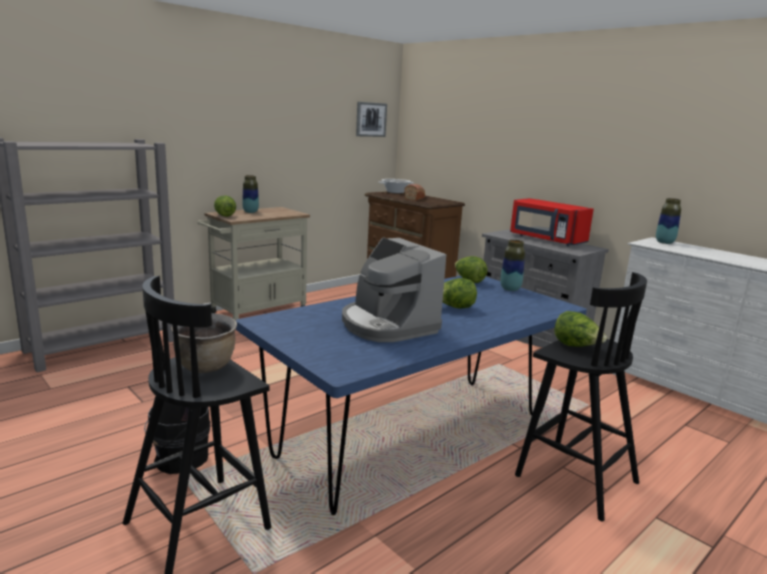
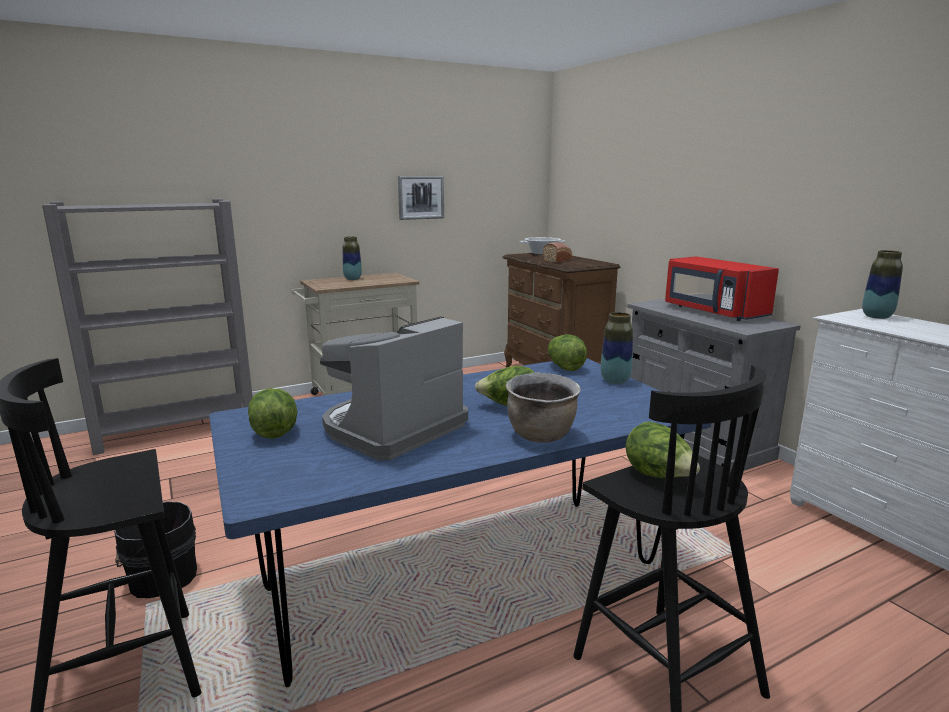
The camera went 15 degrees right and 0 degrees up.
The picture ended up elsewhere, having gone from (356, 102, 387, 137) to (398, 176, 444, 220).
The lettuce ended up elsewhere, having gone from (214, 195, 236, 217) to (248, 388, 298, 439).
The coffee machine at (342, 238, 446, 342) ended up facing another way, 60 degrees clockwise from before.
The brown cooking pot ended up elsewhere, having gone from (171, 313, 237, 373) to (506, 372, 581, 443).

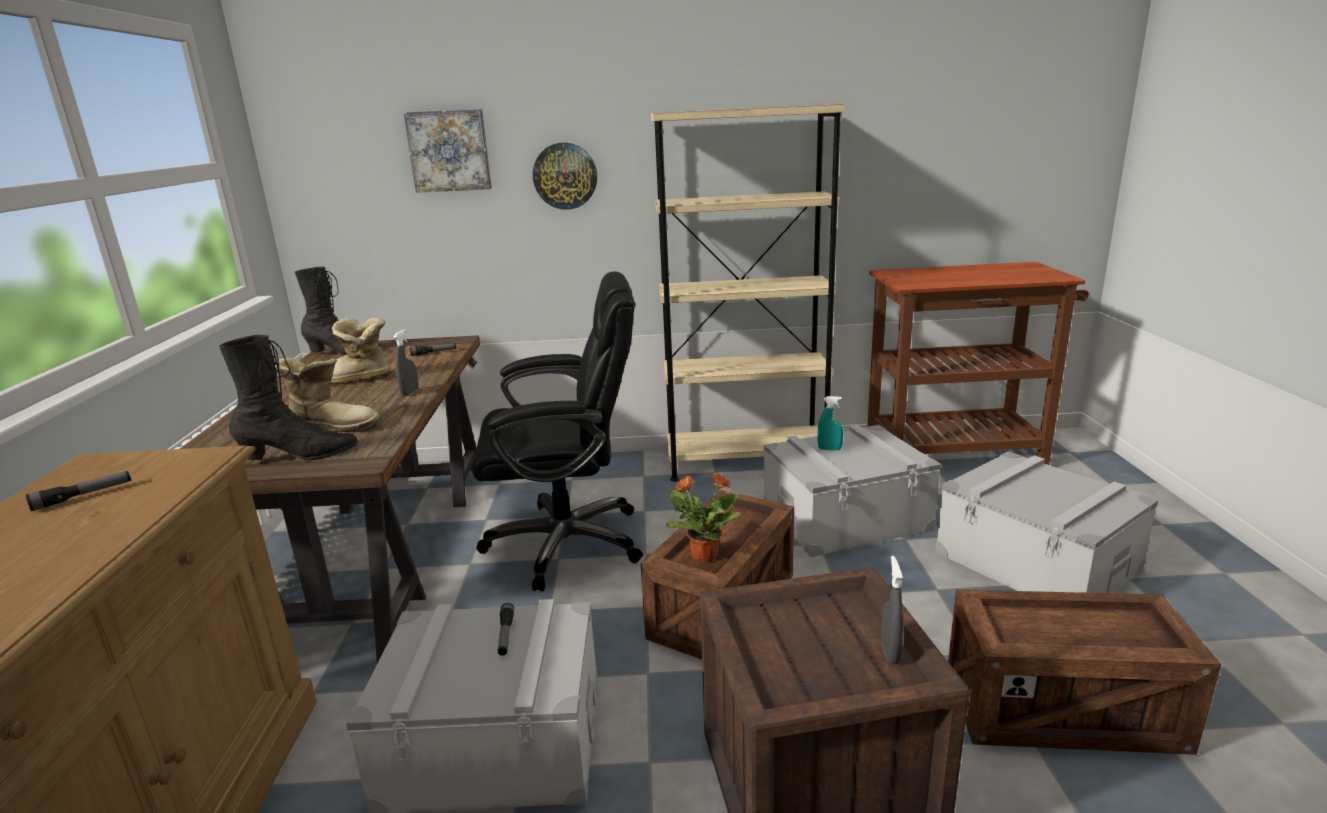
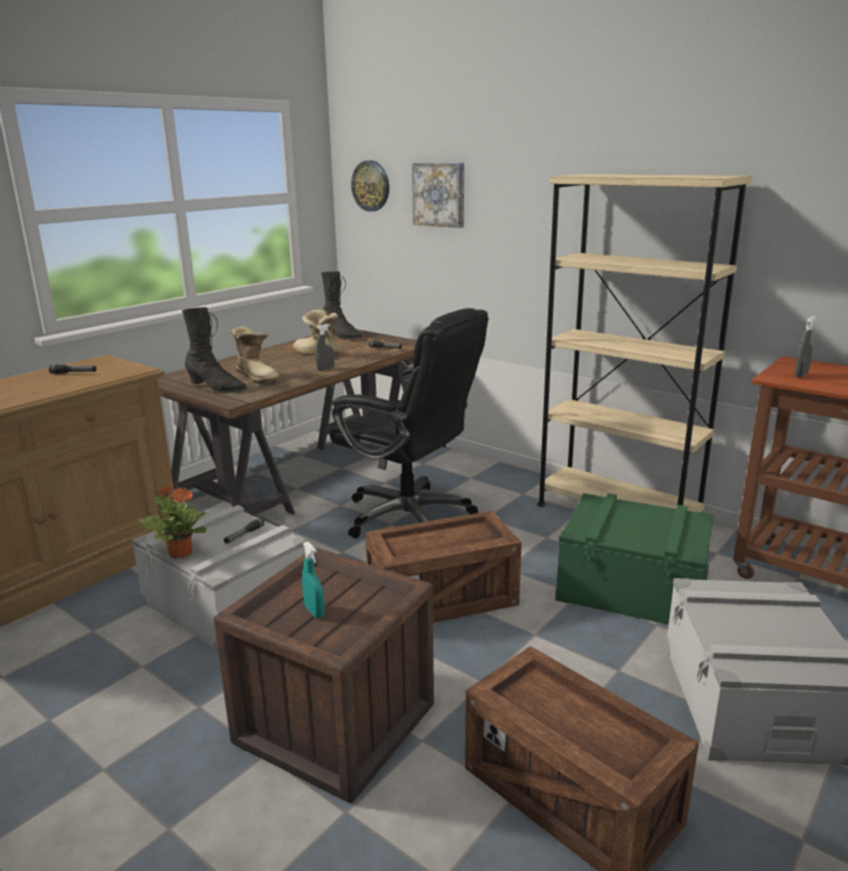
The camera went 40 degrees right and 0 degrees up.
The wall clock ended up elsewhere, having gone from (533, 143, 597, 210) to (351, 161, 389, 212).
The turquoise spray bottle ended up elsewhere, having gone from (817, 396, 843, 451) to (302, 541, 324, 618).
What was the grey storage box at (764, 425, 941, 557) turned into the green storage box at (555, 493, 714, 625).
The potted plant ended up elsewhere, having gone from (666, 472, 741, 562) to (139, 483, 208, 559).
The grey spray bottle ended up elsewhere, having gone from (881, 556, 904, 664) to (795, 316, 816, 378).

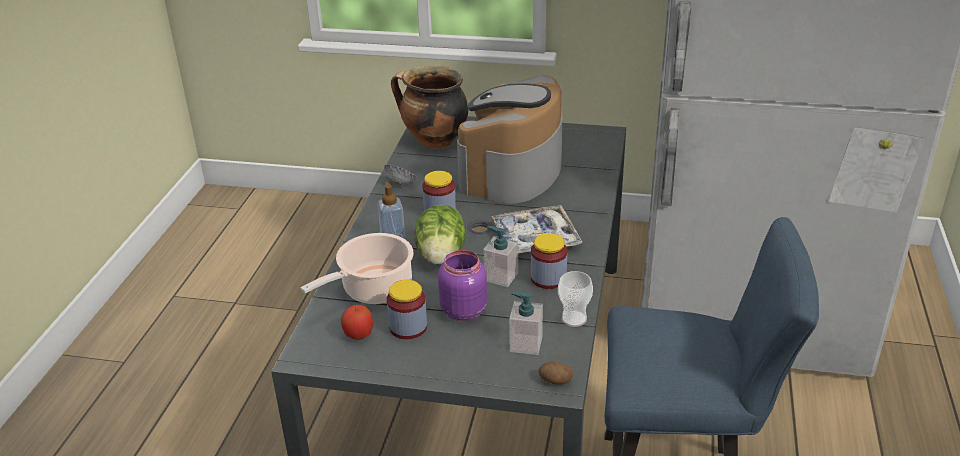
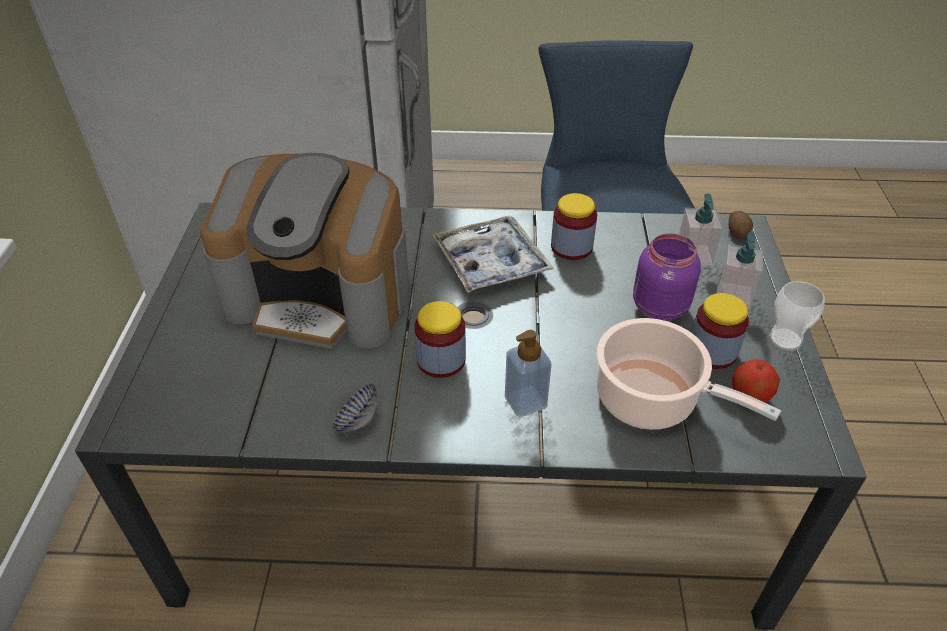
The camera went 100 degrees left and 10 degrees up.
The second view lost the cooking pot at (391, 66, 469, 148).
The second view lost the lettuce at (414, 205, 466, 265).
The soap dispenser ended up elsewhere, having gone from (483, 226, 518, 287) to (717, 232, 763, 308).
The cup ended up elsewhere, having gone from (558, 271, 593, 327) to (769, 281, 825, 351).

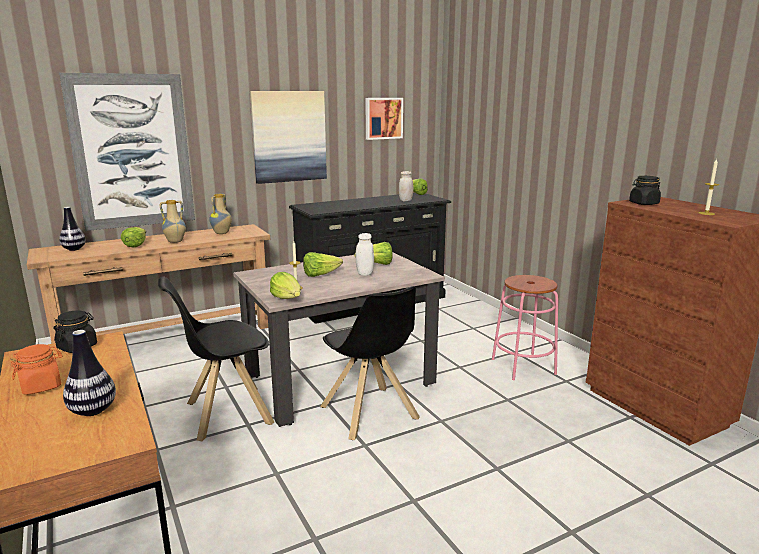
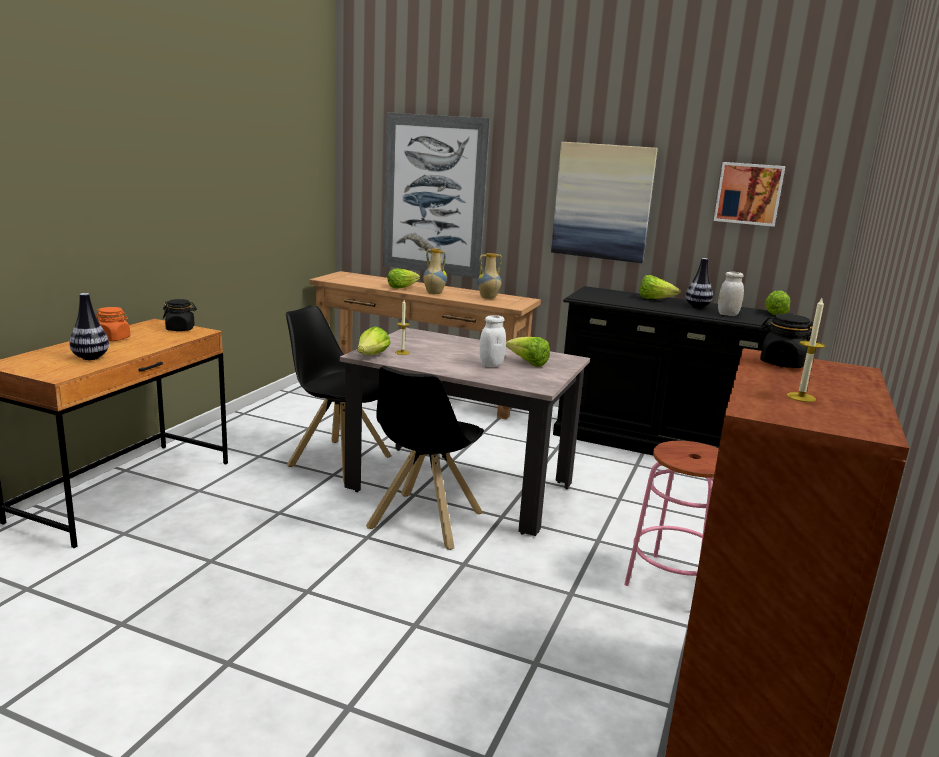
The camera went 50 degrees right and 0 degrees up.
The vase ended up elsewhere, having gone from (59, 207, 86, 251) to (685, 258, 713, 308).
The lettuce ended up elsewhere, having gone from (303, 252, 343, 277) to (640, 275, 681, 299).

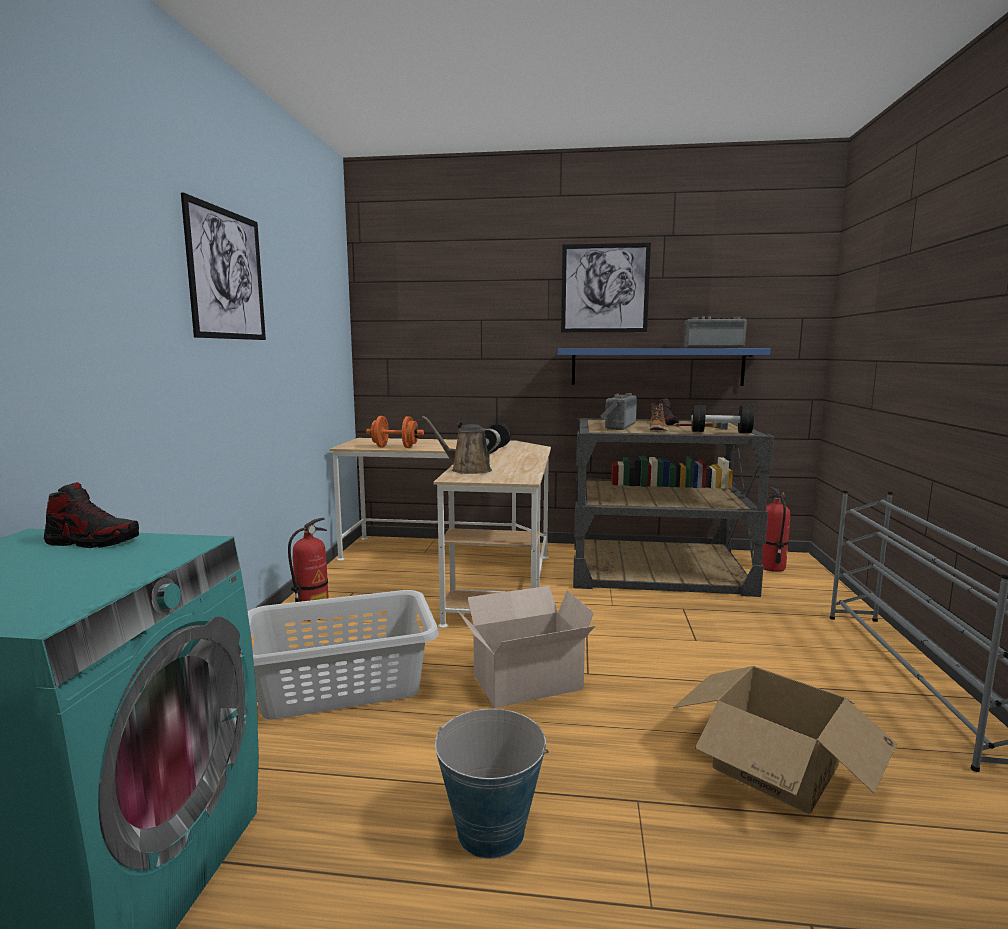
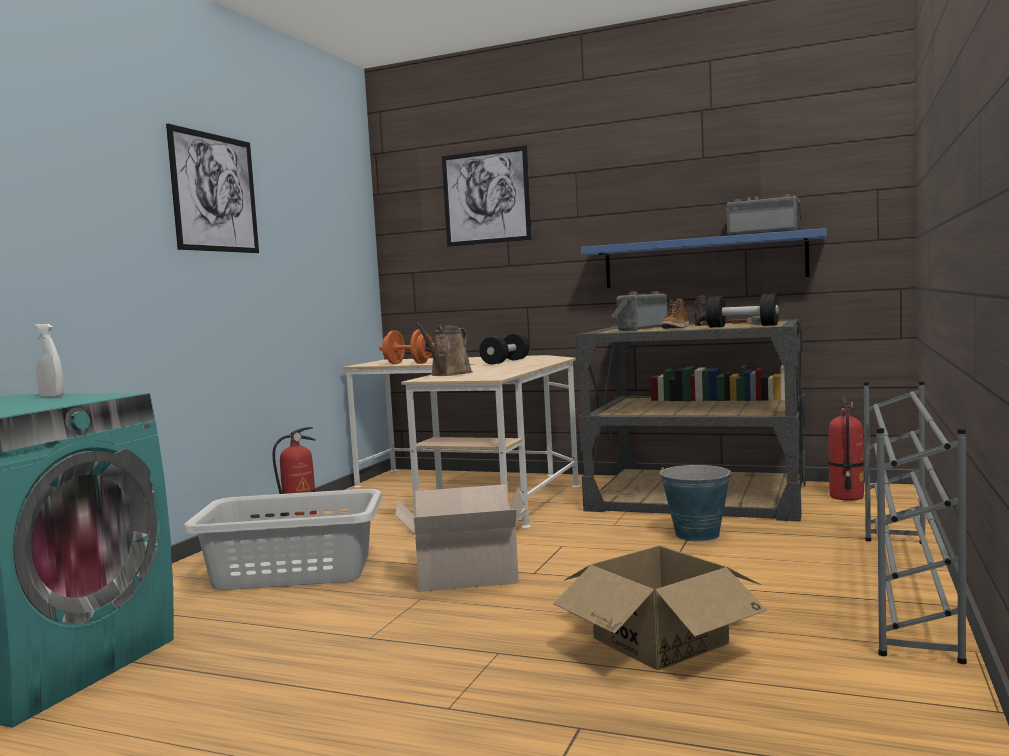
The camera went 15 degrees right and 5 degrees down.
The picture ended up elsewhere, having gone from (561, 243, 651, 332) to (442, 145, 532, 247).
The brown watering can at (422, 416, 501, 474) ended up facing another way, 105 degrees counterclockwise from before.
Where the shoe stood at (44, 482, 139, 548), the white spray bottle came to stand at (34, 324, 64, 397).
The bucket ended up elsewhere, having gone from (435, 709, 549, 859) to (660, 465, 733, 542).

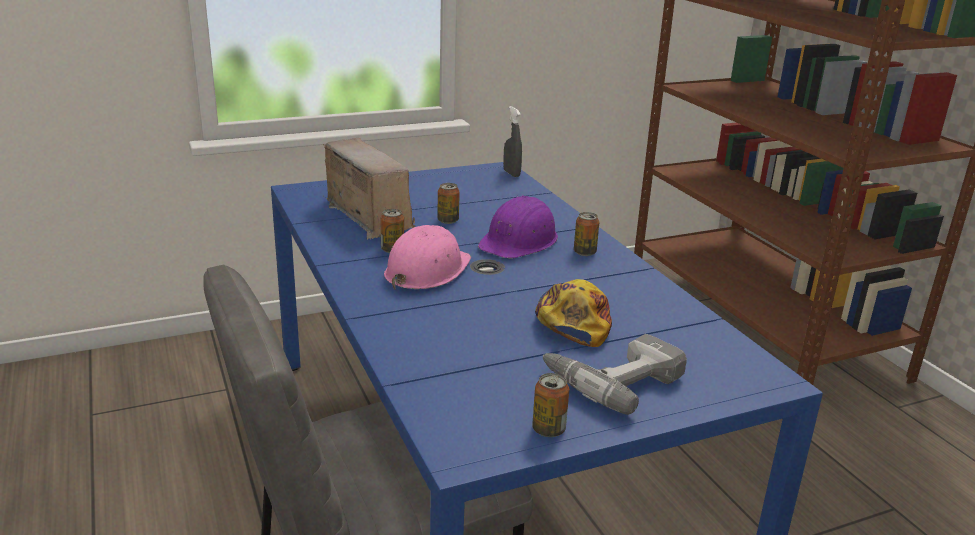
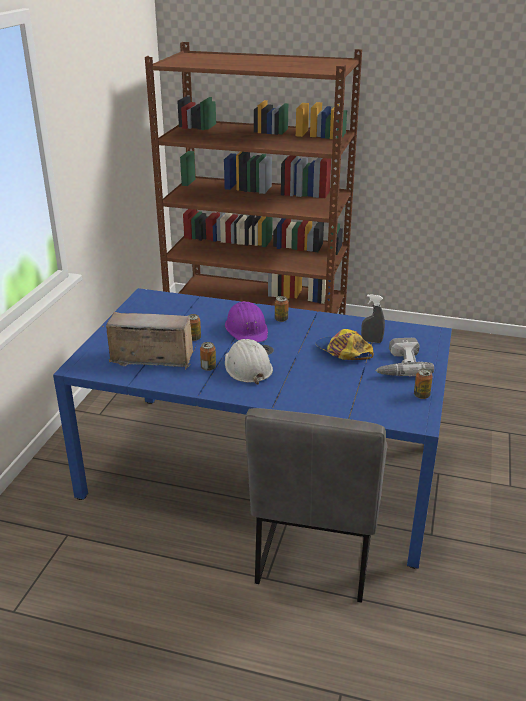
The camera went 50 degrees left and 5 degrees up.
The grey spray bottle ended up elsewhere, having gone from (503, 106, 522, 177) to (361, 294, 385, 343).
What was the pink hard hat at (384, 225, 471, 290) turned into the white hard hat at (225, 339, 273, 384).

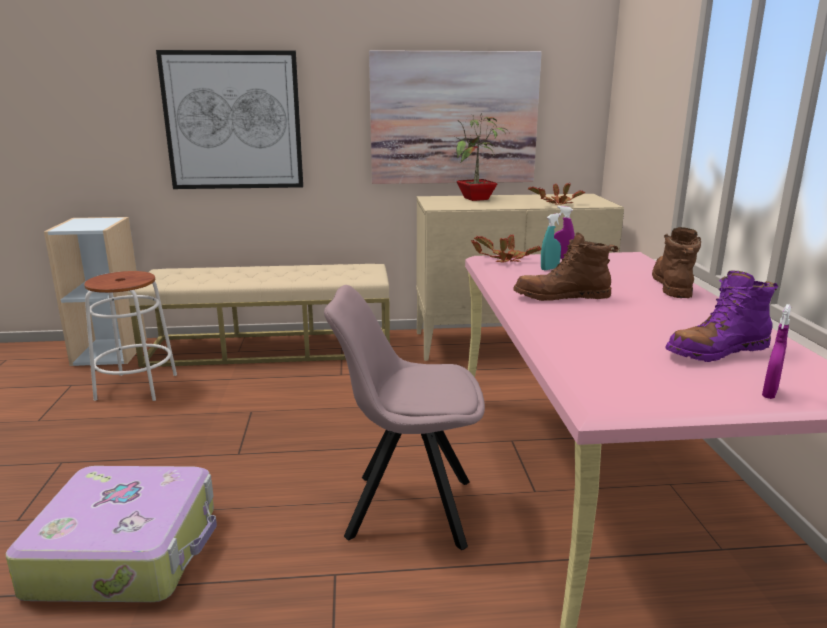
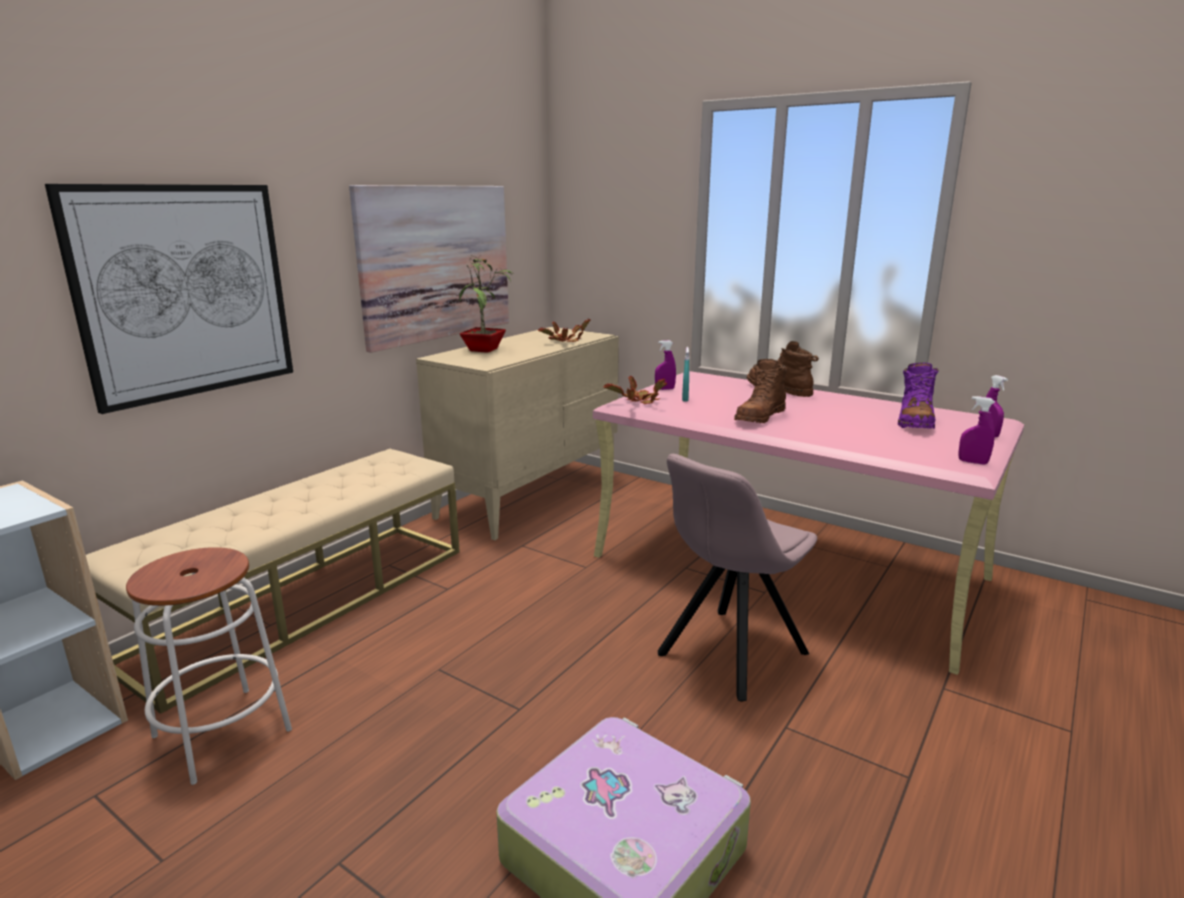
The camera went 50 degrees left and 0 degrees up.
The second view gained the purple spray bottle at (959, 396, 995, 465).

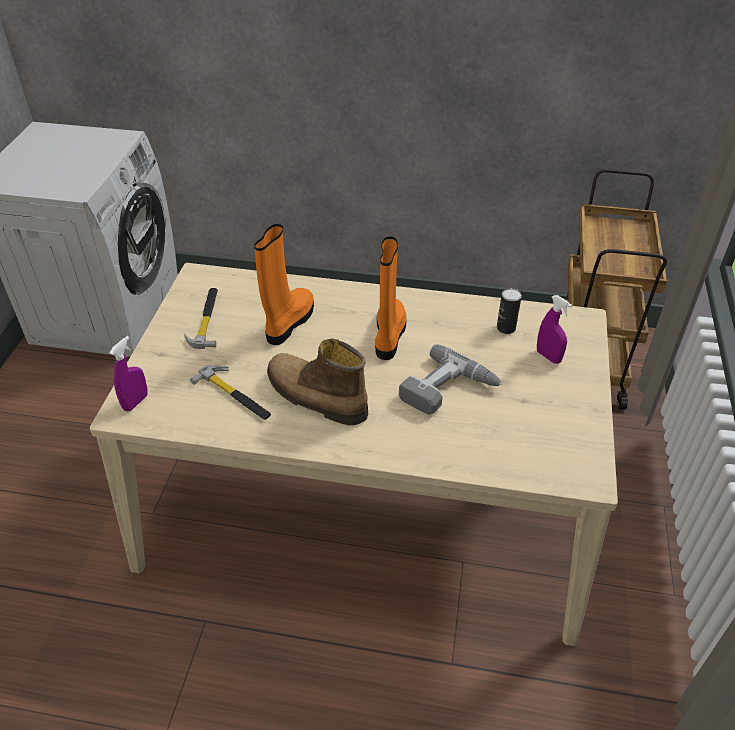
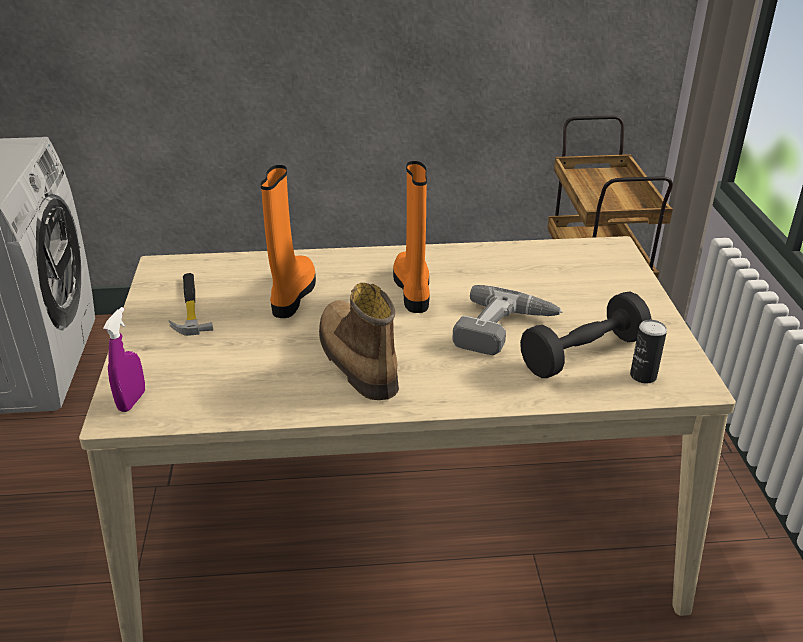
The camera went 15 degrees left and 10 degrees down.
The can ended up elsewhere, having gone from (497, 288, 522, 334) to (630, 320, 667, 384).
The second view lost the purple spray bottle at (537, 295, 572, 364).
The boot at (267, 338, 368, 425) ended up facing another way, 45 degrees clockwise from before.
The second view lost the hammer at (190, 365, 271, 420).
The second view gained the black dumbbell at (520, 291, 652, 378).

